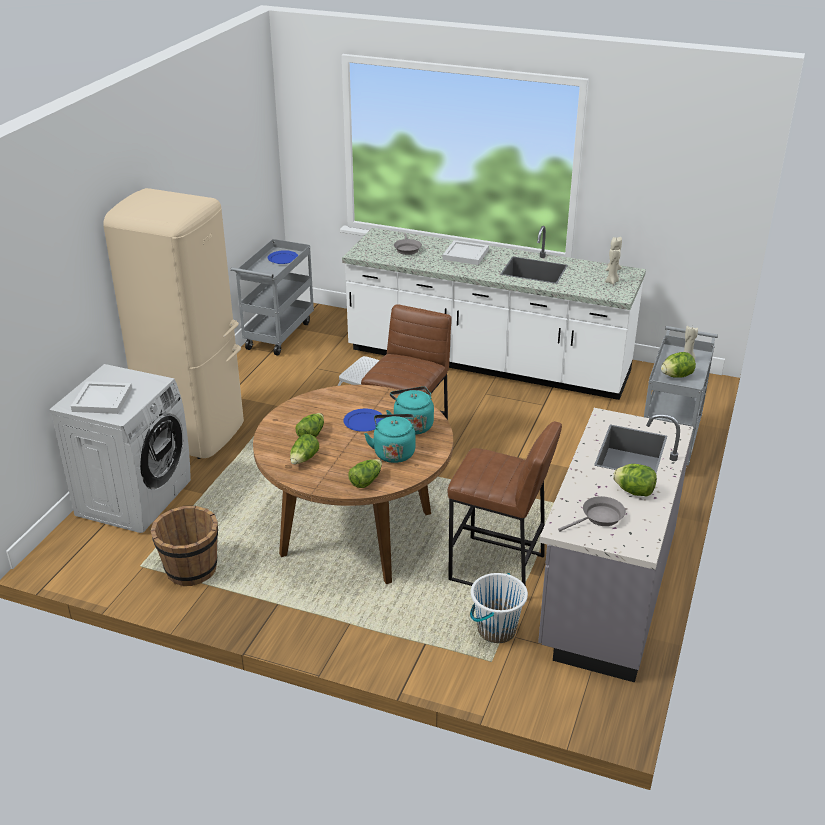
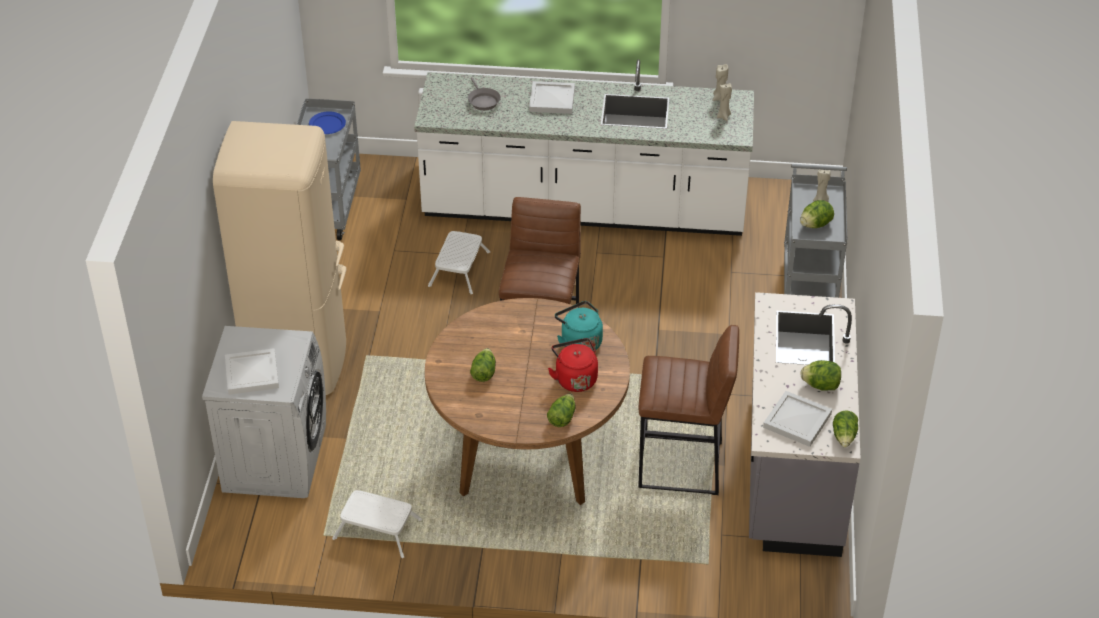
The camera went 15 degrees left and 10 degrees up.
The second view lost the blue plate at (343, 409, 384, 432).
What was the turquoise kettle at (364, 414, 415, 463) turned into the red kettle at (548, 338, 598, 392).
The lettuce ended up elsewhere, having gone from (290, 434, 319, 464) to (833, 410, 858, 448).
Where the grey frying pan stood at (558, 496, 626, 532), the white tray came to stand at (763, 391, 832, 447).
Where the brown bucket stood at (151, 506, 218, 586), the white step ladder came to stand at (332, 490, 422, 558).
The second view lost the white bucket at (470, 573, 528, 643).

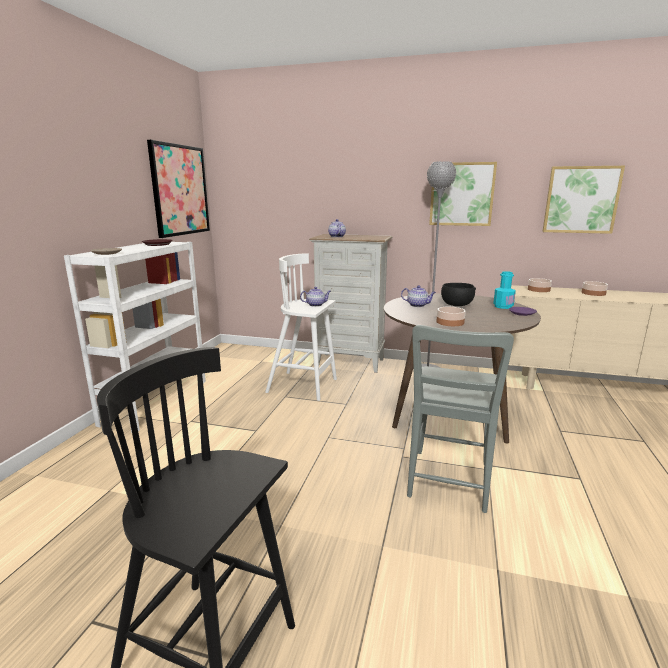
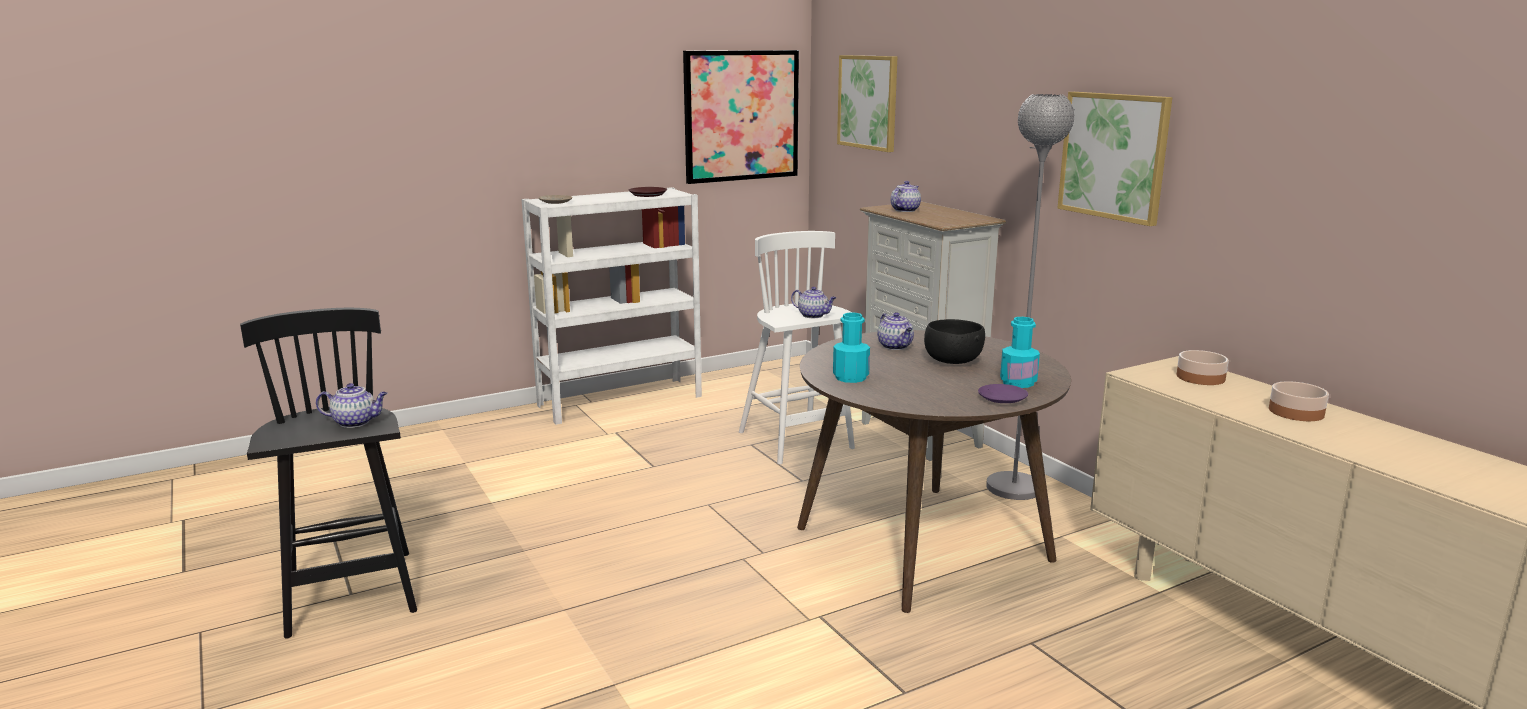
The camera went 45 degrees right and 0 degrees up.
The picture ended up elsewhere, having gone from (543, 166, 625, 234) to (837, 55, 897, 152).
Where the bowl stood at (436, 307, 466, 326), the turquoise bottle came to stand at (833, 312, 870, 383).
The second view lost the grey chair at (407, 325, 514, 513).
The second view gained the teapot at (316, 383, 387, 428).

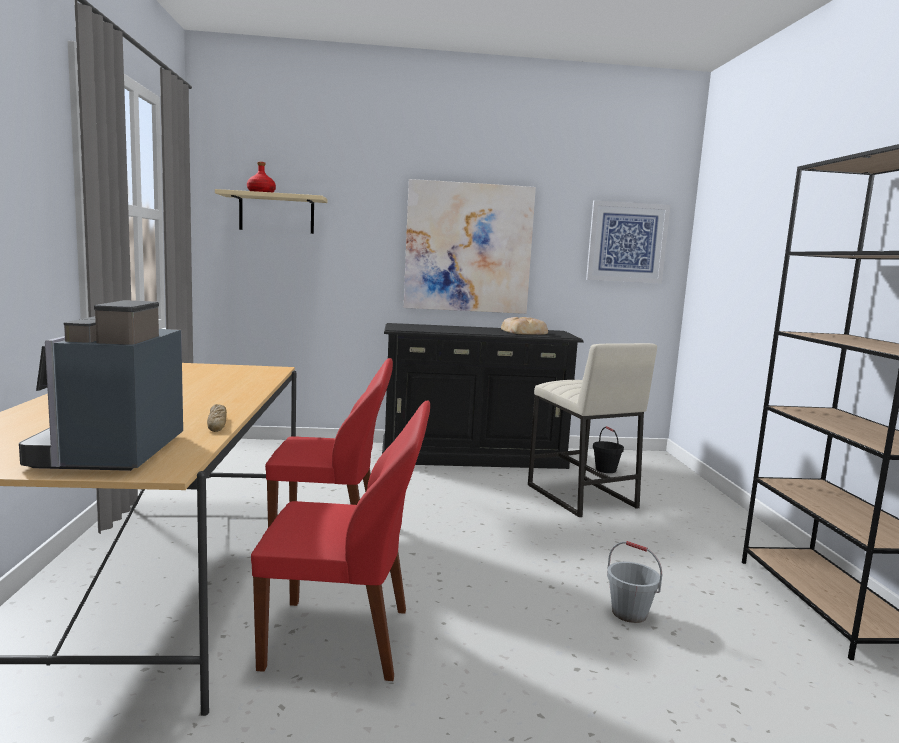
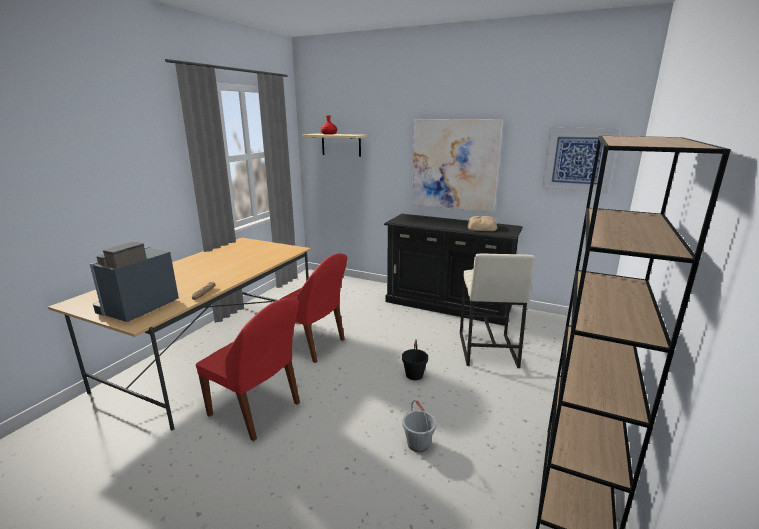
The camera went 30 degrees right and 10 degrees up.
The black bucket ended up elsewhere, having gone from (593, 426, 624, 473) to (402, 339, 428, 380).

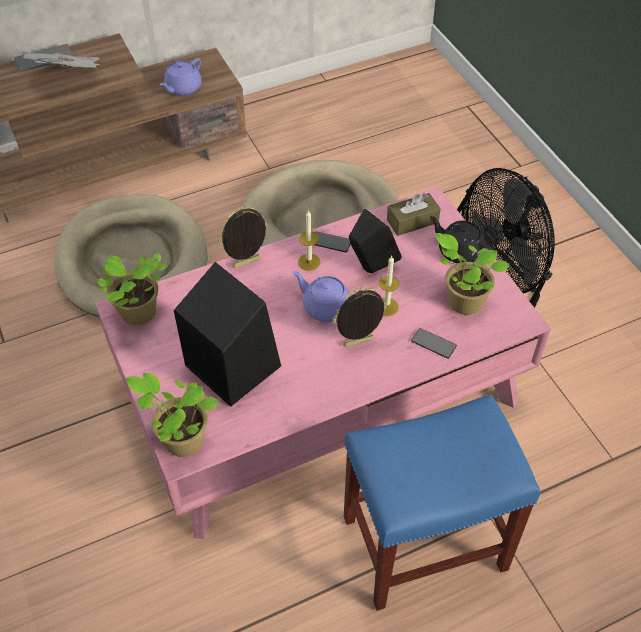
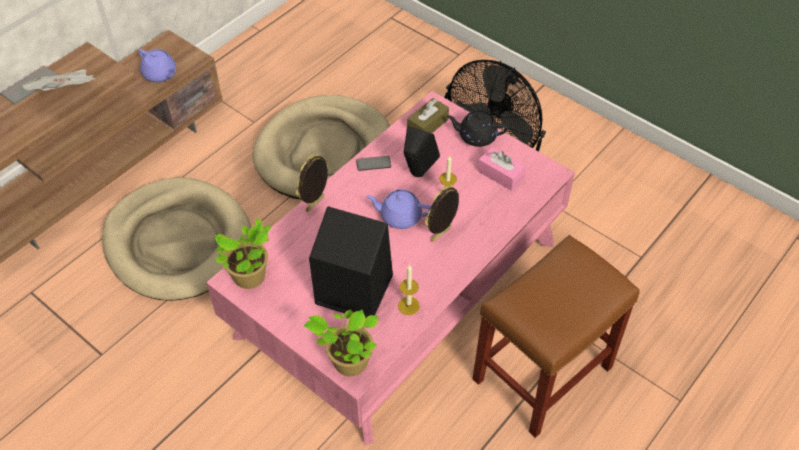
The camera went 25 degrees left and 0 degrees up.
The purple teapot at (159, 58, 202, 96) ended up facing another way, 60 degrees counterclockwise from before.
The candle ended up elsewhere, having gone from (298, 210, 321, 271) to (398, 264, 420, 315).
Where the potted plant stood at (434, 233, 510, 315), the pink tissue box came to stand at (478, 147, 526, 191).
The second view lost the phone at (411, 328, 457, 359).
What was the blue stool at (344, 394, 540, 611) turned into the brown stool at (472, 235, 640, 438).

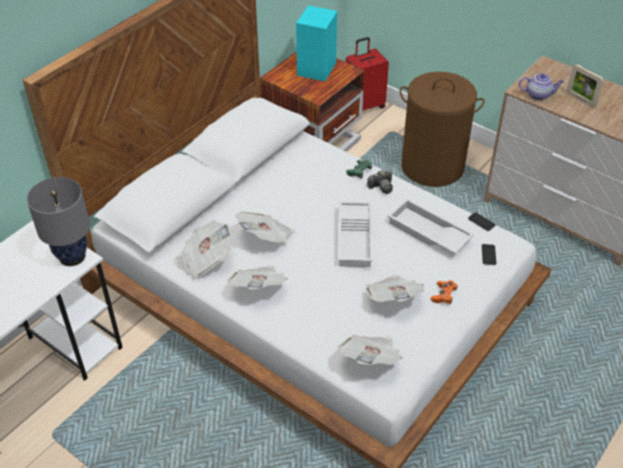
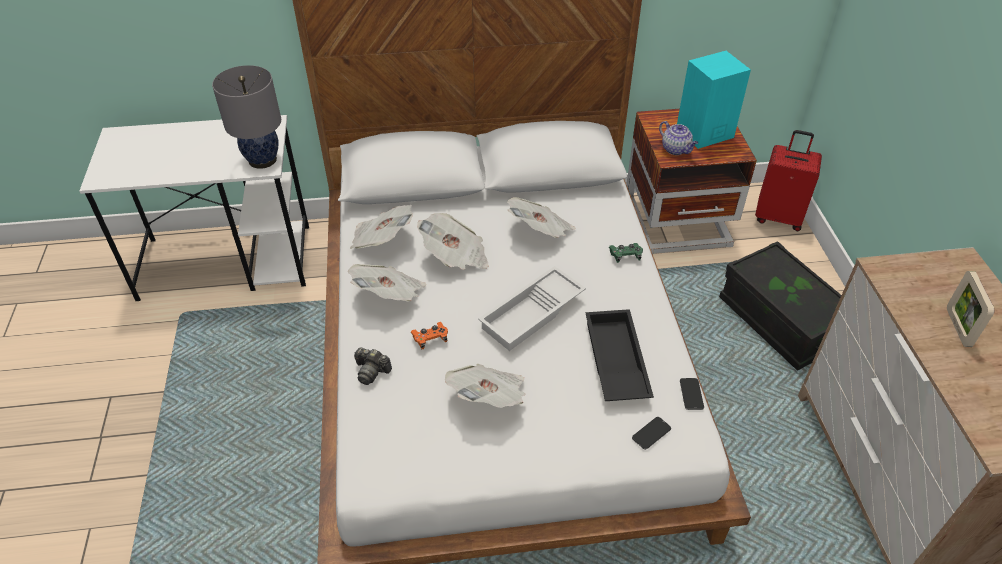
The camera went 45 degrees right and 0 degrees up.
Where the brown laundry basket stood at (399, 72, 485, 187), the black storage box came to stand at (719, 241, 841, 371).
The teapot ended up elsewhere, having gone from (519, 73, 564, 100) to (659, 121, 698, 155).
The photo camera ended up elsewhere, having gone from (367, 170, 393, 194) to (354, 347, 392, 385).
What was the white tray at (387, 198, 474, 254) turned into the black tray at (586, 309, 654, 401).
The orange game controller ended up elsewhere, having gone from (431, 280, 458, 304) to (411, 322, 448, 349).
The newspaper ended up elsewhere, having gone from (338, 335, 403, 365) to (507, 197, 576, 238).

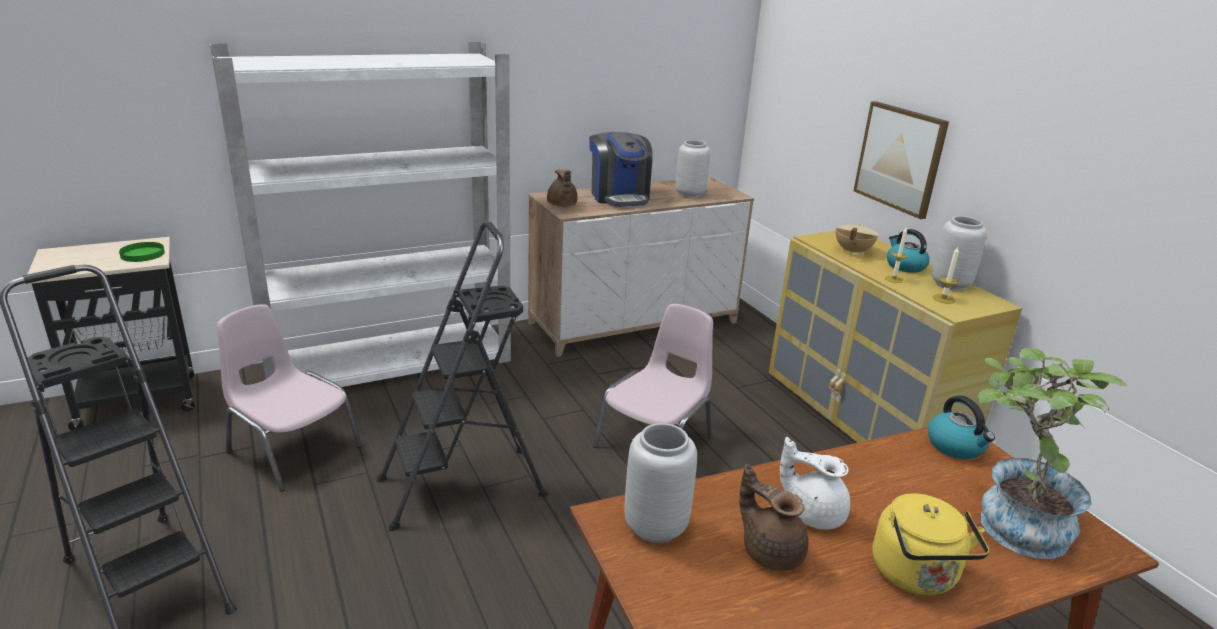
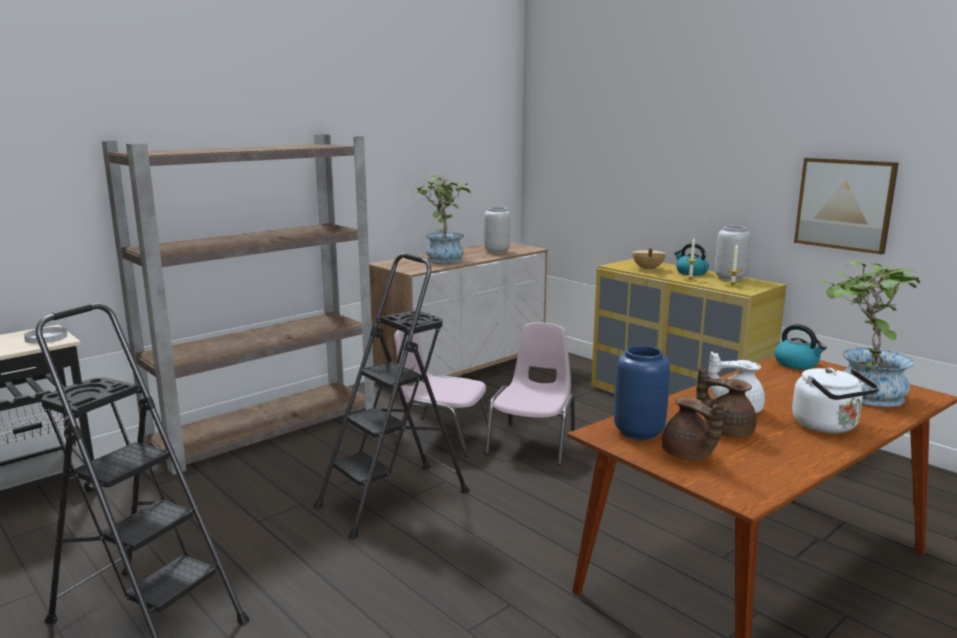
The camera went 15 degrees left and 10 degrees down.
What was the white bookcase at (210, 42, 511, 387) turned into the brown bookcase at (102, 134, 375, 475).
The picture ended up elsewhere, having gone from (854, 101, 949, 219) to (794, 158, 899, 254).
Where the coffee machine stood at (589, 132, 653, 207), the potted plant came to stand at (410, 175, 471, 263).
The brown teapot ended up elsewhere, having gone from (547, 170, 578, 207) to (661, 397, 724, 460).
What was the green plate at (119, 242, 165, 262) turned into the white plate at (24, 327, 68, 344).
The pink chair ended up elsewhere, having gone from (217, 304, 362, 492) to (394, 330, 488, 457).
What was the grey vase at (624, 423, 697, 543) turned into the blue vase at (614, 346, 670, 440).
What was the yellow kettle at (872, 494, 990, 596) turned into the white kettle at (792, 368, 879, 434).

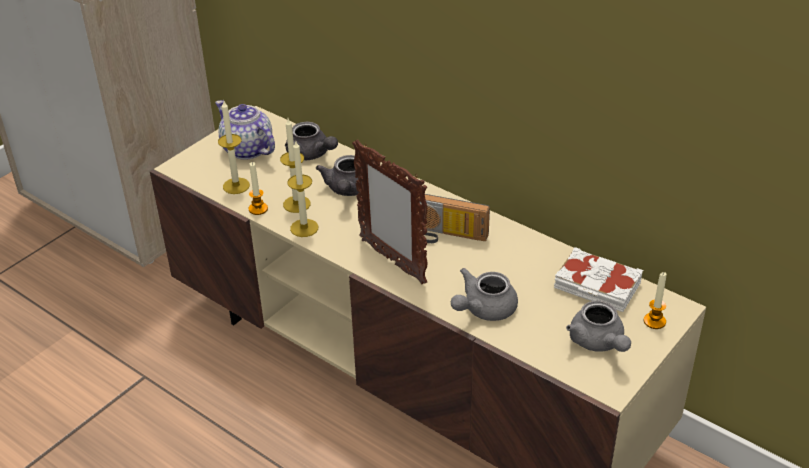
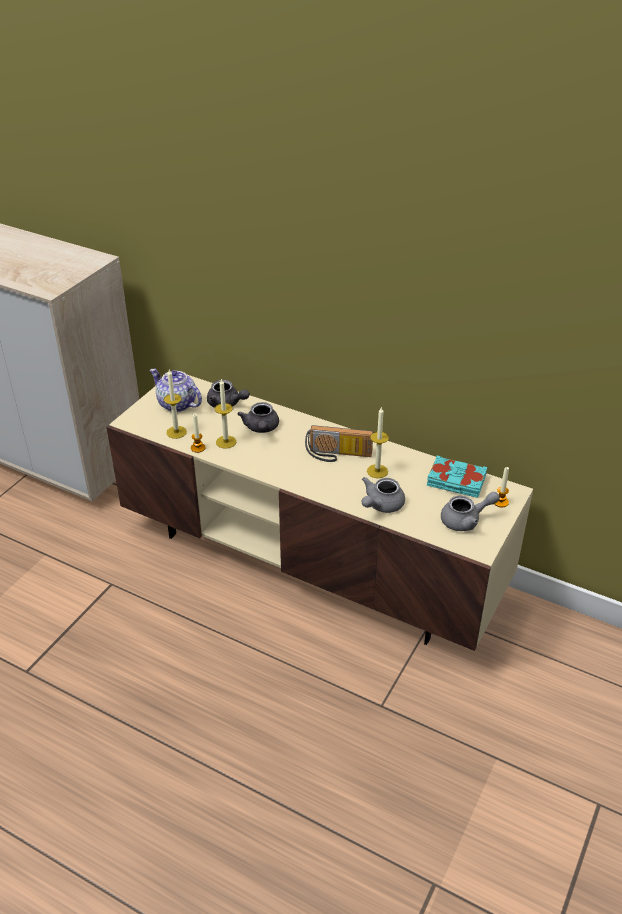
The camera went 10 degrees left and 0 degrees up.
The second view lost the picture frame at (352, 139, 427, 284).
The candle ended up elsewhere, having gone from (287, 141, 318, 237) to (367, 407, 389, 478).
What was the white book at (554, 247, 643, 312) turned into the turquoise book at (427, 456, 488, 498).
The grey teapot at (566, 301, 631, 352) ended up facing another way, 75 degrees counterclockwise from before.

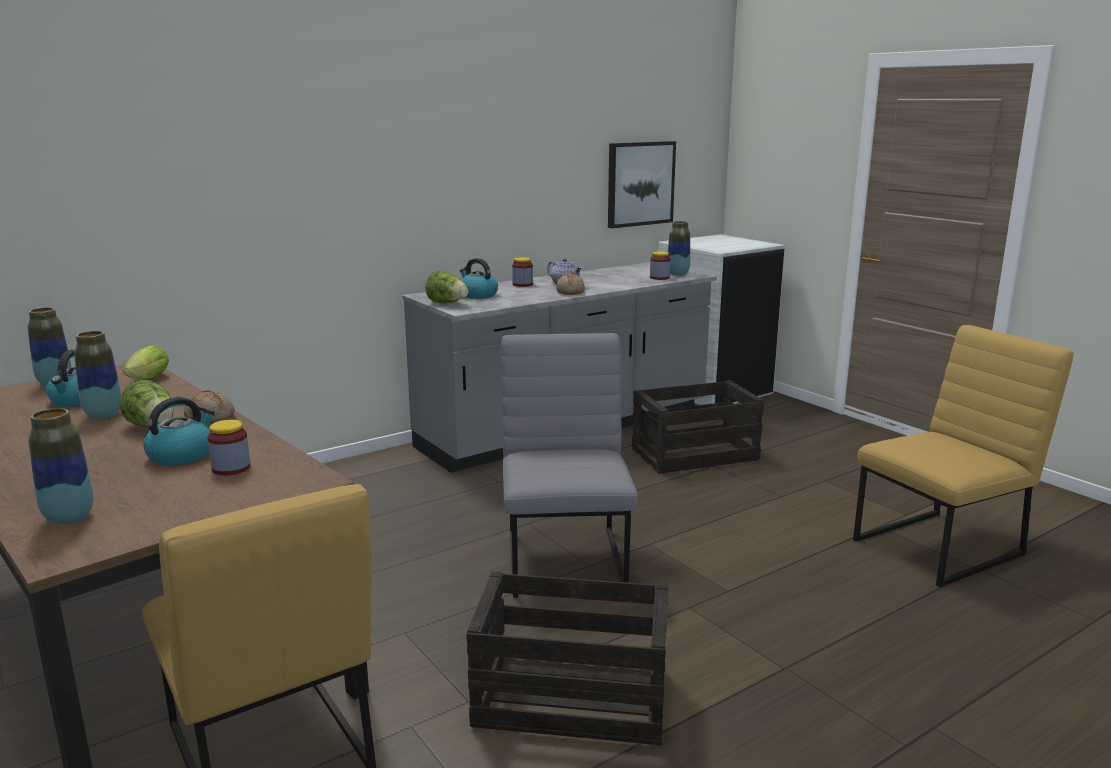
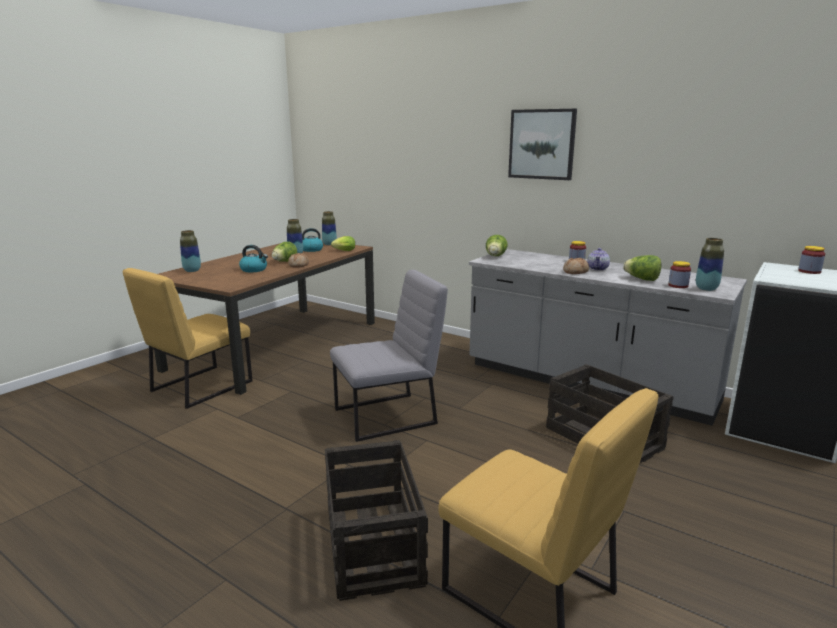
The camera went 70 degrees right and 0 degrees up.
The picture ended up elsewhere, having gone from (608, 141, 676, 228) to (508, 109, 577, 180).
The second view lost the kettle at (460, 258, 498, 299).
The jar ended up elsewhere, having gone from (207, 420, 250, 476) to (798, 246, 825, 274).
The crate ended up elsewhere, having gone from (466, 571, 668, 745) to (325, 440, 428, 601).
The second view gained the lettuce at (623, 255, 661, 281).

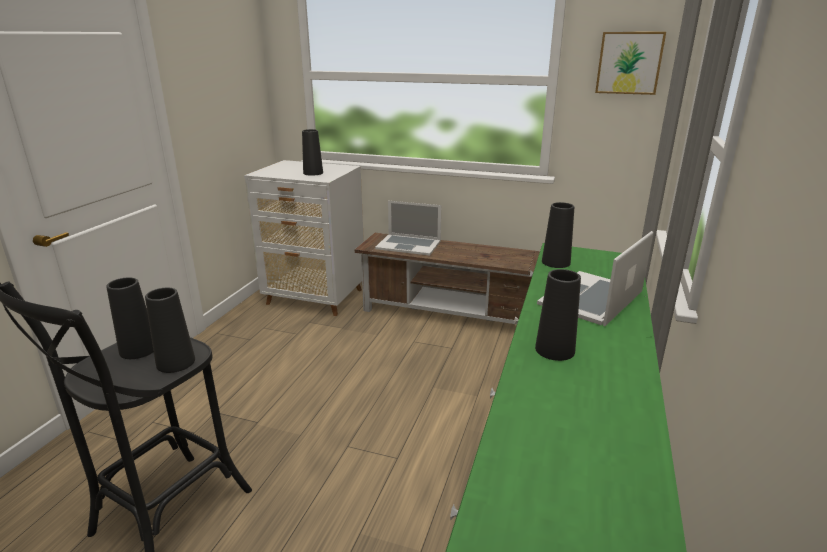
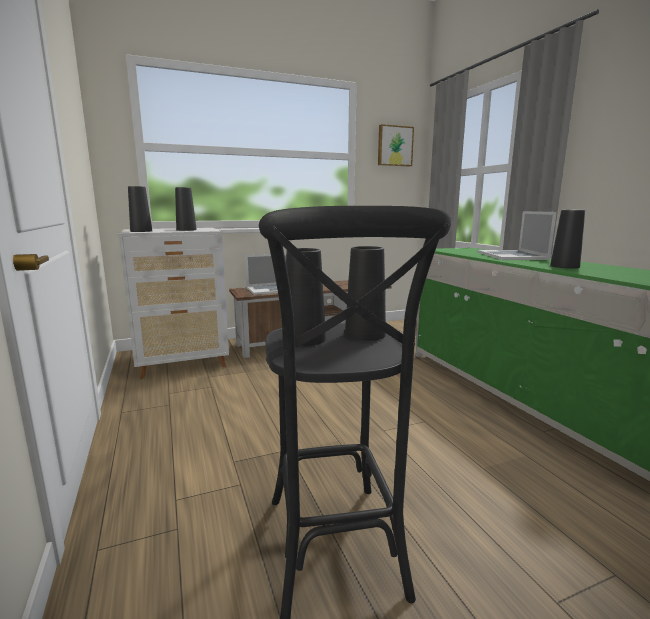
The camera went 40 degrees left and 10 degrees down.
The black vase ended up elsewhere, having gone from (542, 202, 574, 268) to (128, 186, 152, 232).

